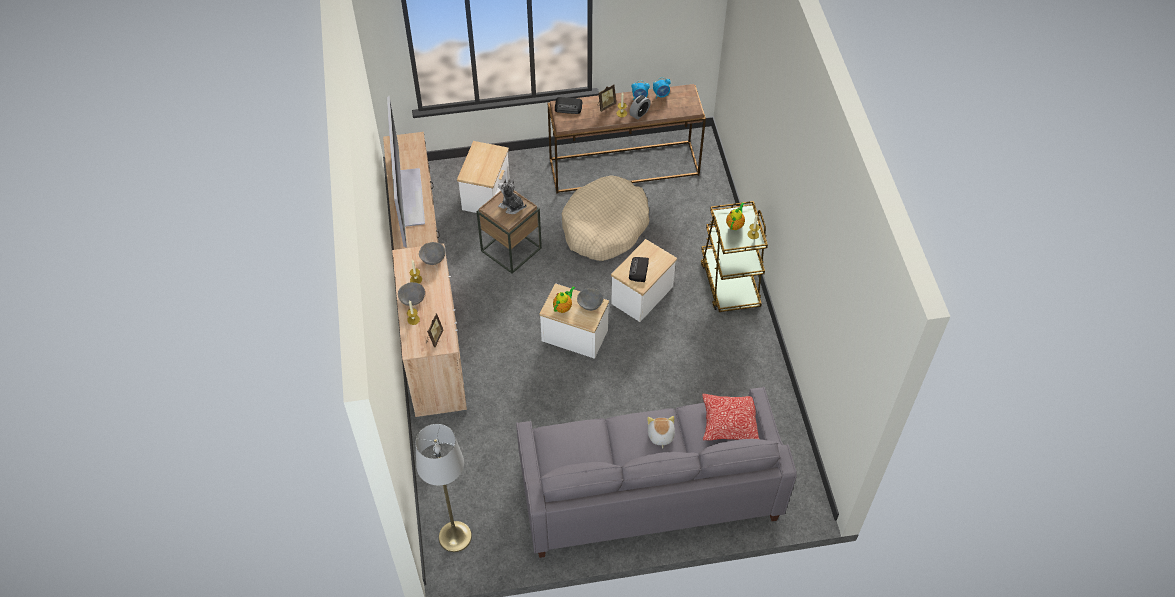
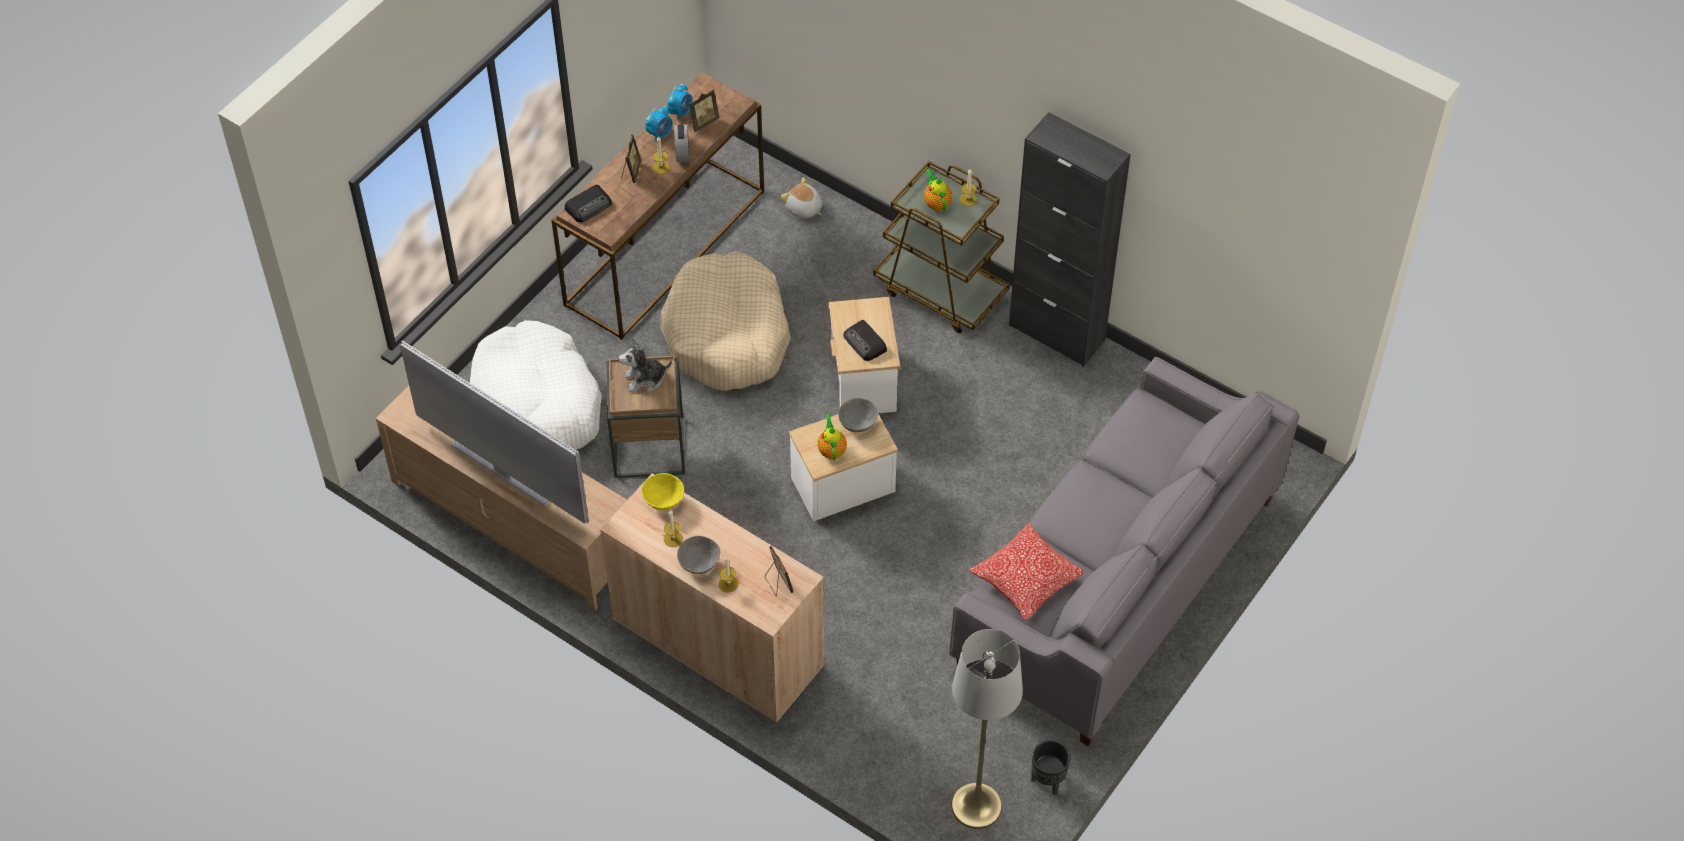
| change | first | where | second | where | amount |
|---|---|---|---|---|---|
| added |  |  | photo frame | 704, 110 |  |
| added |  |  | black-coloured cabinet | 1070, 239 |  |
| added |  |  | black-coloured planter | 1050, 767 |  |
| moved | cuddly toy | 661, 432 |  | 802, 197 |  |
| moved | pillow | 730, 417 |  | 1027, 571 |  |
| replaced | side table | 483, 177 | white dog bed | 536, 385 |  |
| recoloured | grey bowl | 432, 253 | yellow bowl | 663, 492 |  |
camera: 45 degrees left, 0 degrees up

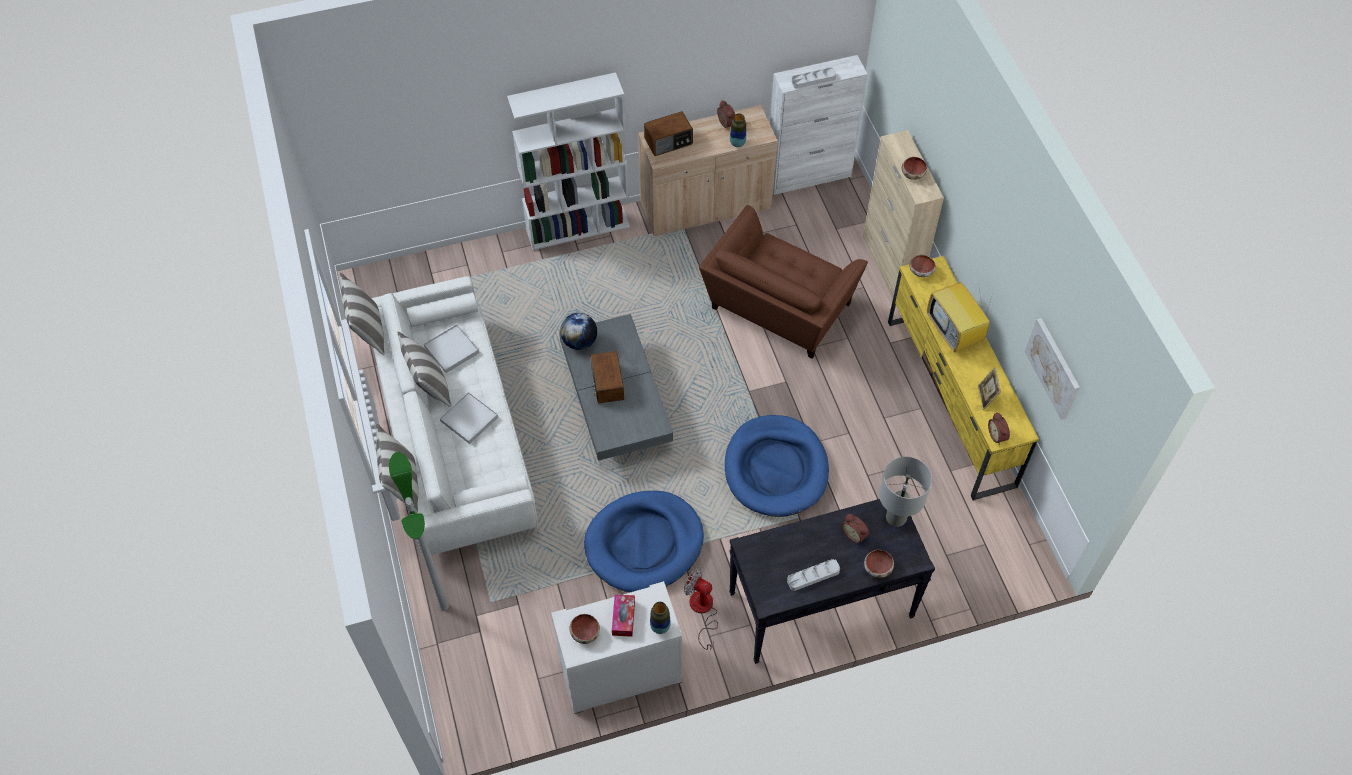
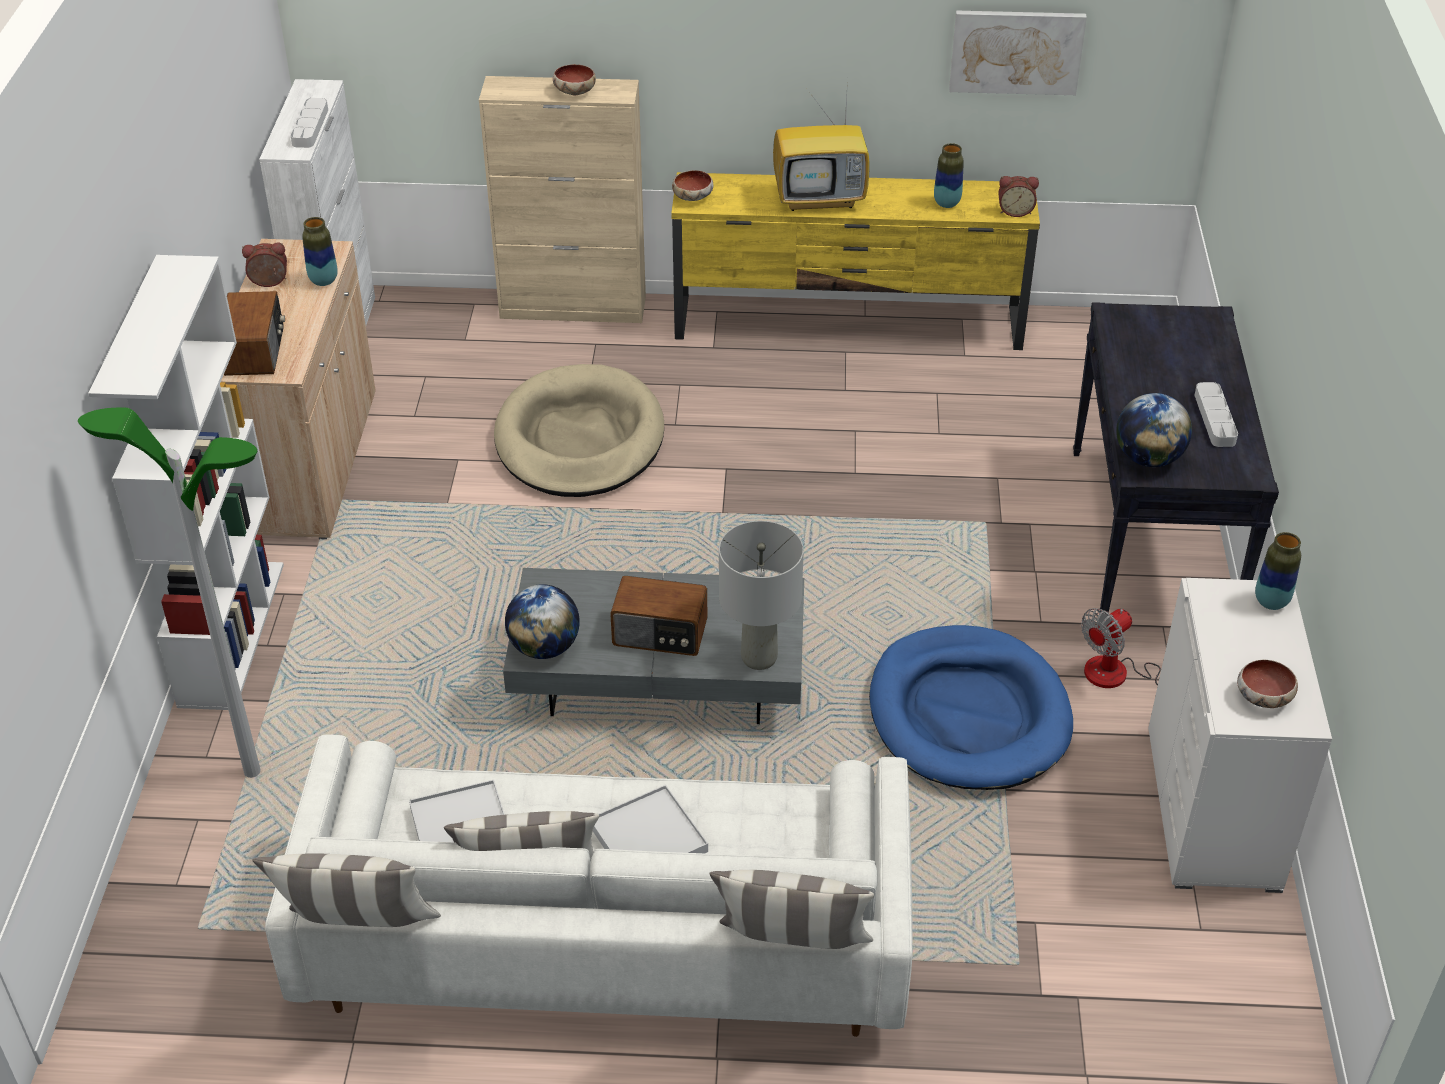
| change | first | where | second | where | amount |
|---|---|---|---|---|---|
| removed | box of tissues | 623, 615 |  |  |  |
| removed | bluish dog bed | 777, 466 |  |  |  |
| removed | alarm clock | 855, 528 |  |  |  |
| removed | bowl | 879, 564 |  |  |  |
| added |  |  | world globe | 1154, 430 |  |
| moved | floor lamp | 419, 531 |  | 169, 593 |  |
| moved | grey tabletop lamp | 905, 491 |  | 761, 595 |  |
| replaced | brownish armchair | 783, 282 | beige dog bed | 579, 430 |  |
| replaced | photo frame | 989, 388 | decorative vase | 949, 175 |  |
camera: 70 degrees left, 15 degrees down

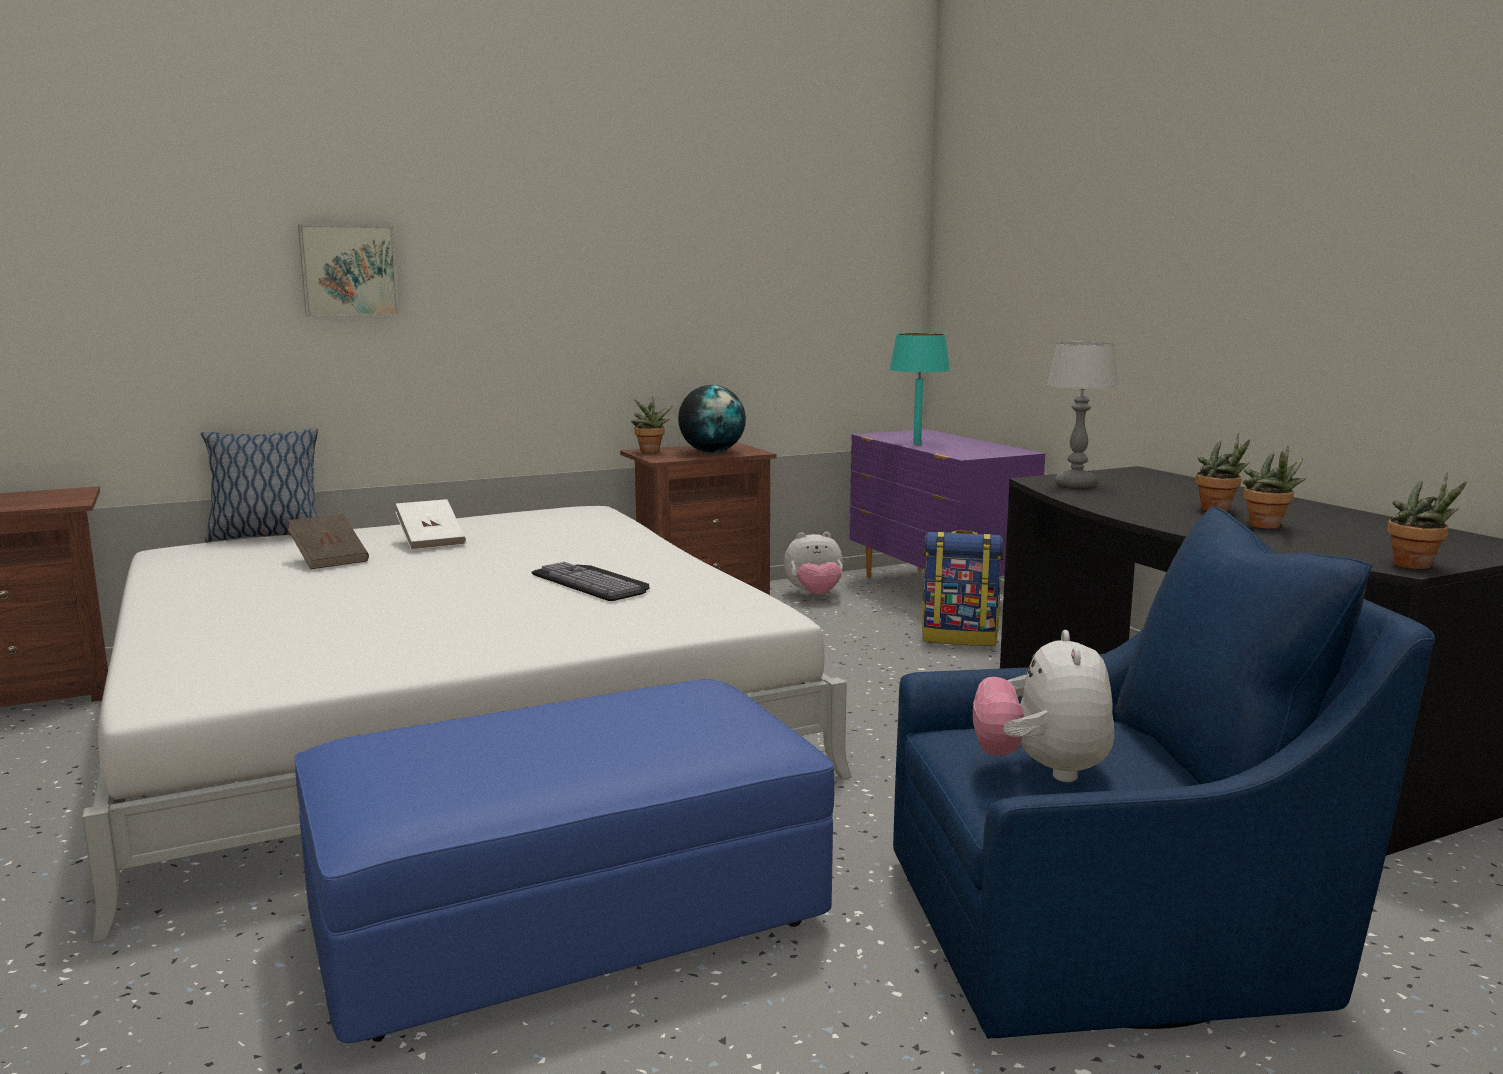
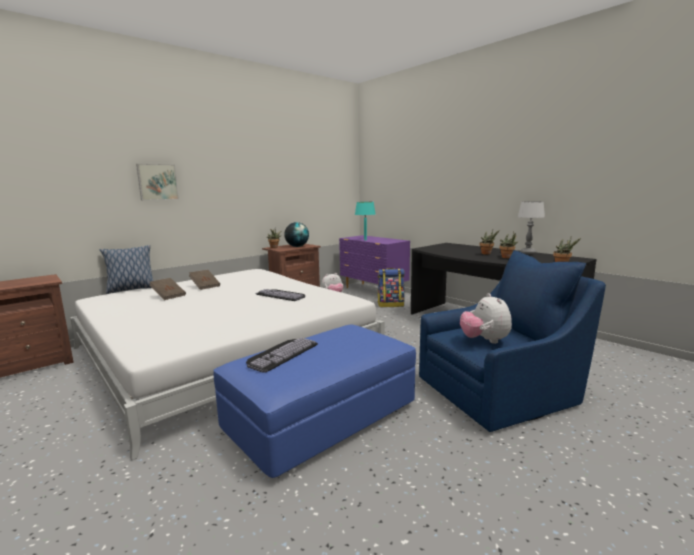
| change | first | where | second | where | amount |
|---|---|---|---|---|---|
| added |  |  | computer keyboard | 282, 355 |  |
| moved | tabletop lamp | 1083, 415 |  | 531, 227 |  |
| recoloured | white book | 430, 524 | brownish book | 204, 280 |  |
camera: 15 degrees left, 0 degrees up

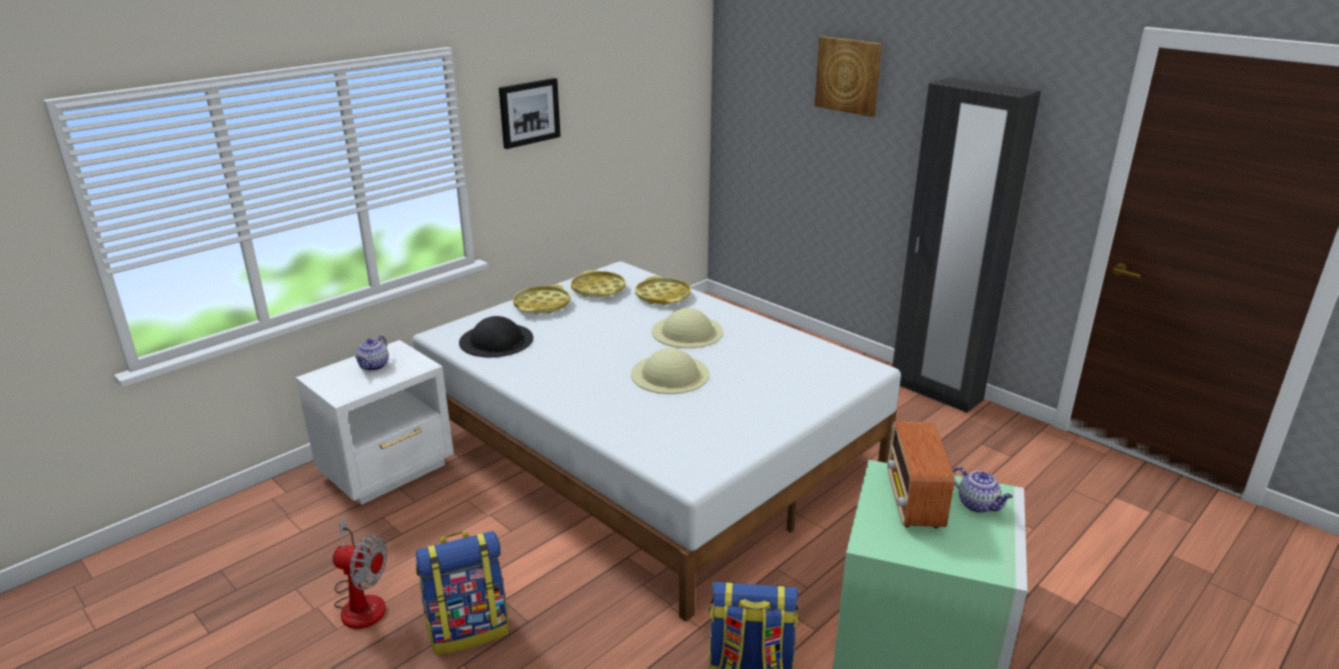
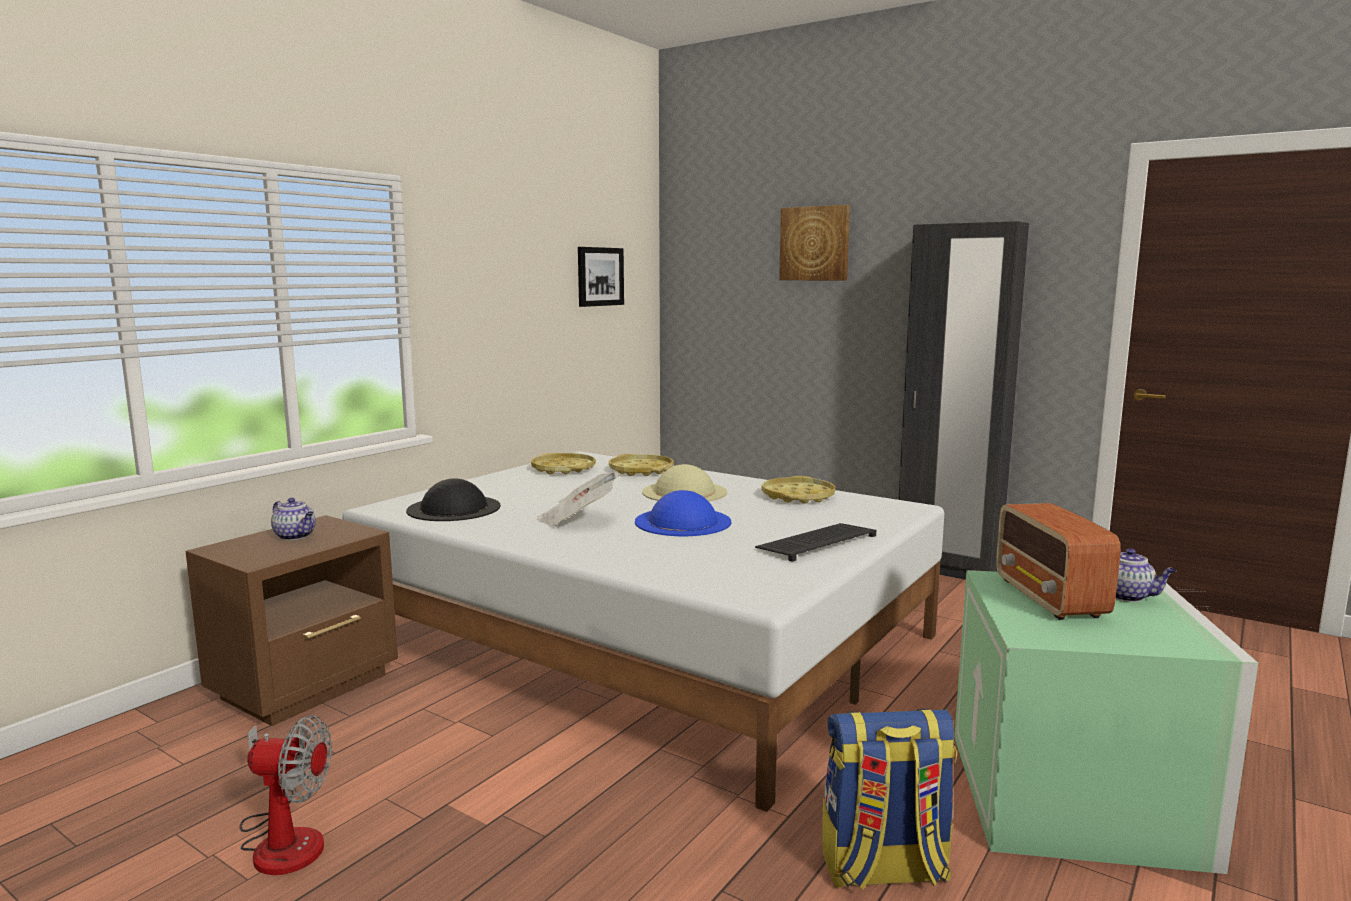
| change | first | where | second | where | amount |
|---|---|---|---|---|---|
| removed | backpack | 462, 593 |  |  |  |
| added |  |  | daily paper | 578, 499 |  |
| added |  |  | computer keyboard | 816, 542 |  |
| moved | wall art | 530, 113 |  | 601, 277 |  |
| moved | yellow tray | 542, 299 |  | 798, 490 |  |
| recoloured | white bedside table | 375, 422 | brownish bedside table | 291, 620 |  |
| recoloured | beige wearable hat | 670, 371 | bluish wearable hat | 683, 513 |  |
| turned | tea pot | 372, 353 |  | 293, 519 | 60 degrees counterclockwise |
camera: 10 degrees left, 15 degrees down

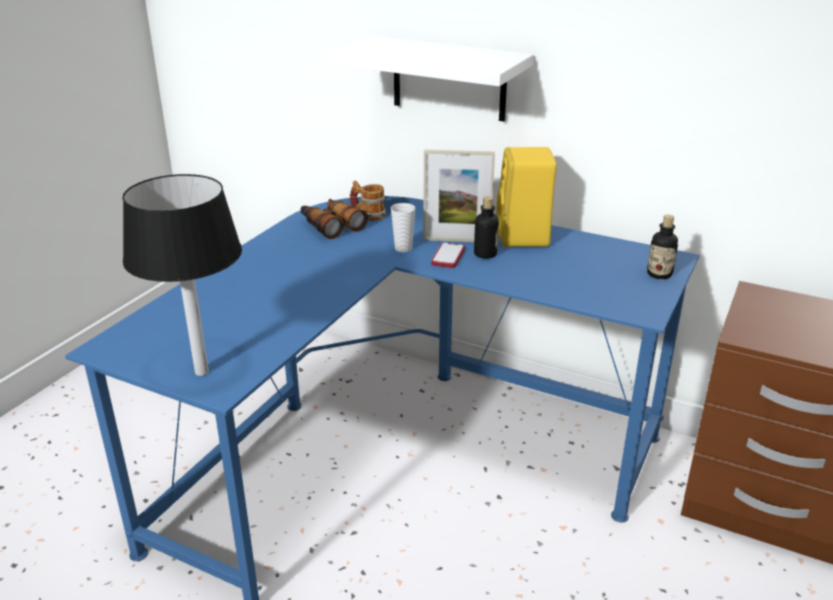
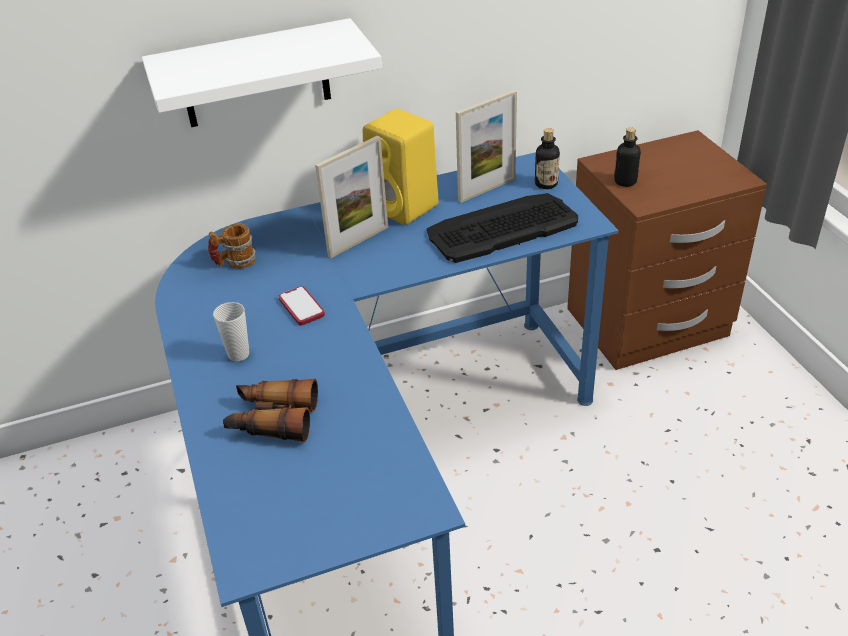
| change | first | where | second | where | amount |
|---|---|---|---|---|---|
| removed | black-coloured tabletop lamp | 182, 275 |  |  |  |
| added |  |  | computer keyboard | 502, 228 |  |
| added |  |  | photo frame | 486, 146 |  |
| moved | binoculars | 334, 219 |  | 270, 410 |  |
| moved | cup | 403, 227 |  | 231, 332 |  |
| moved | phone | 448, 255 |  | 301, 305 |  |
| moved | drink bottle | 486, 228 |  | 627, 157 |  |
camera: 45 degrees left, 10 degrees up

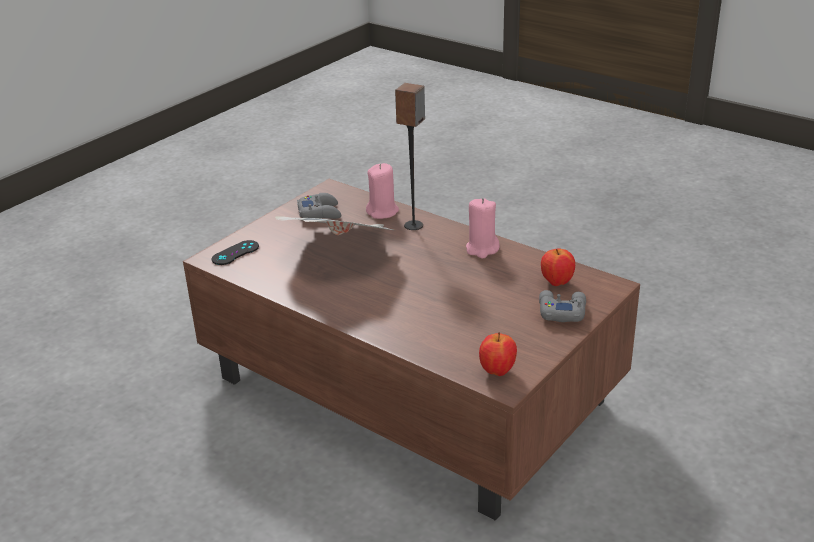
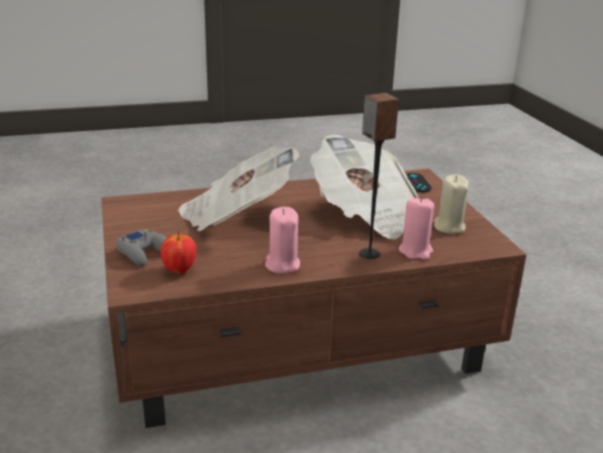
| change | first | where | second | where | amount |
|---|---|---|---|---|---|
| removed | apple fruit | 498, 354 |  |  |  |
| added |  |  | daily paper | 239, 188 |  |
| replaced | grey game controller | 319, 206 | beige wax candle | 451, 204 |  |
camera: 125 degrees right, 5 degrees down

